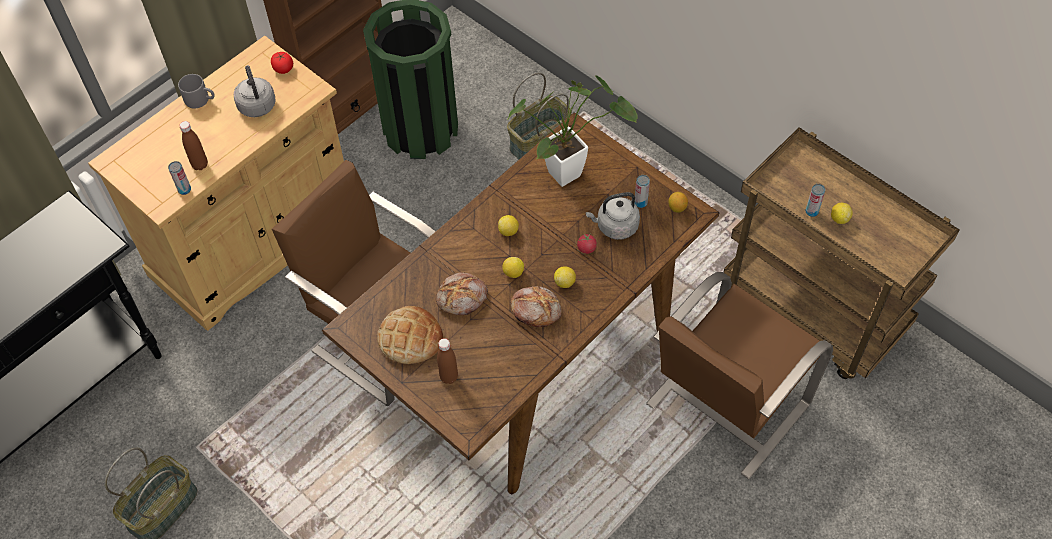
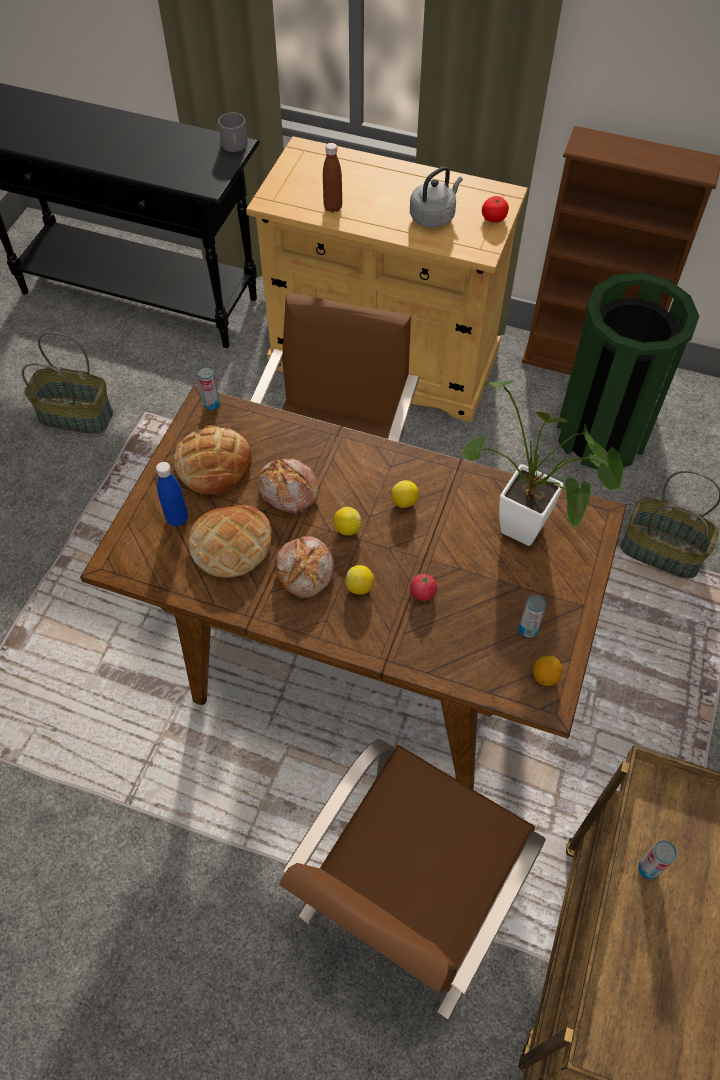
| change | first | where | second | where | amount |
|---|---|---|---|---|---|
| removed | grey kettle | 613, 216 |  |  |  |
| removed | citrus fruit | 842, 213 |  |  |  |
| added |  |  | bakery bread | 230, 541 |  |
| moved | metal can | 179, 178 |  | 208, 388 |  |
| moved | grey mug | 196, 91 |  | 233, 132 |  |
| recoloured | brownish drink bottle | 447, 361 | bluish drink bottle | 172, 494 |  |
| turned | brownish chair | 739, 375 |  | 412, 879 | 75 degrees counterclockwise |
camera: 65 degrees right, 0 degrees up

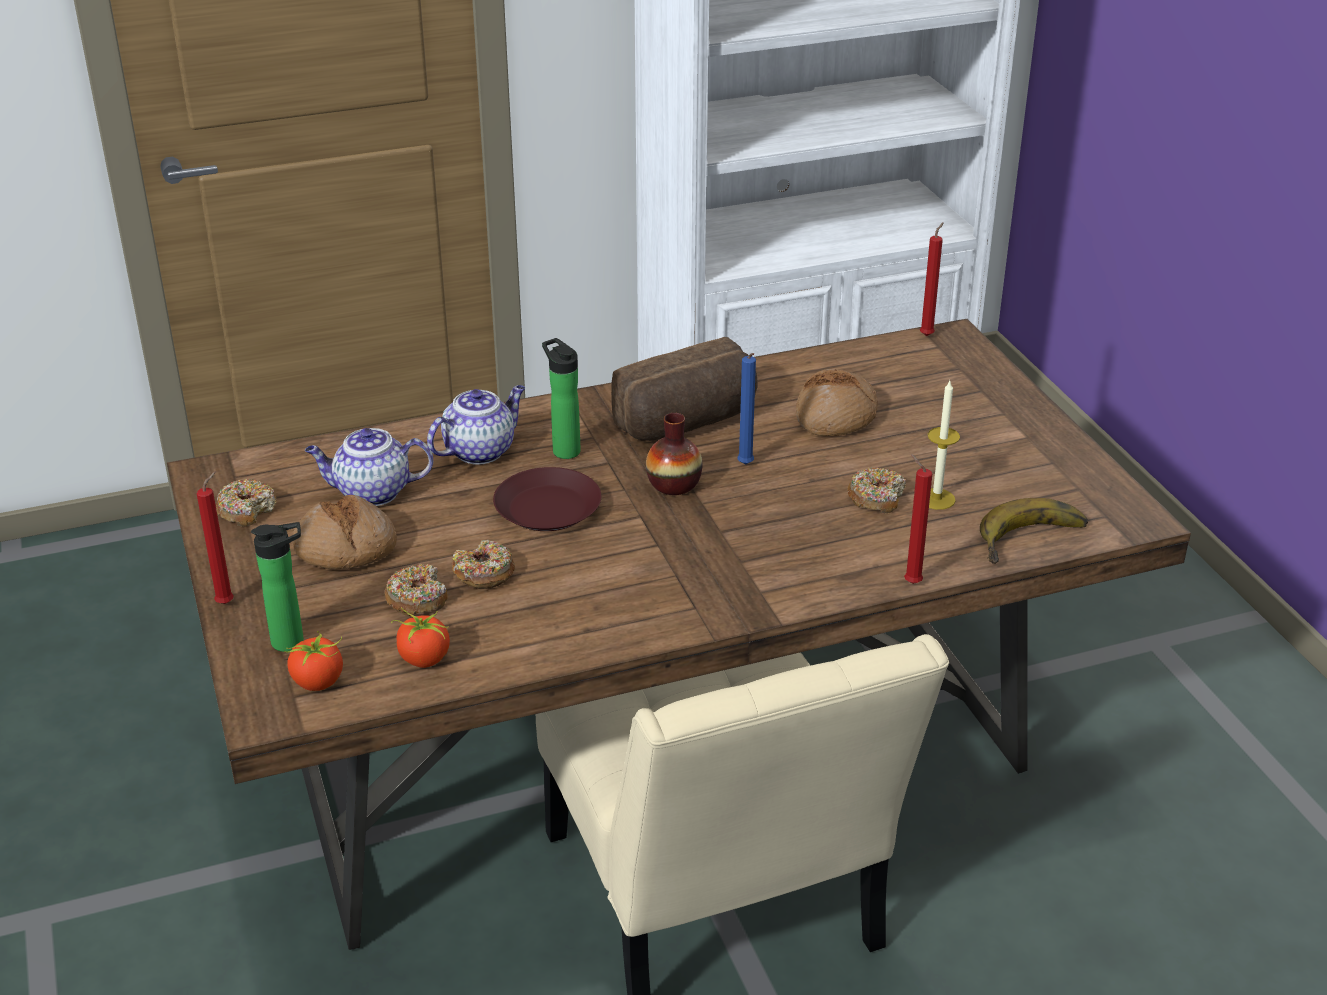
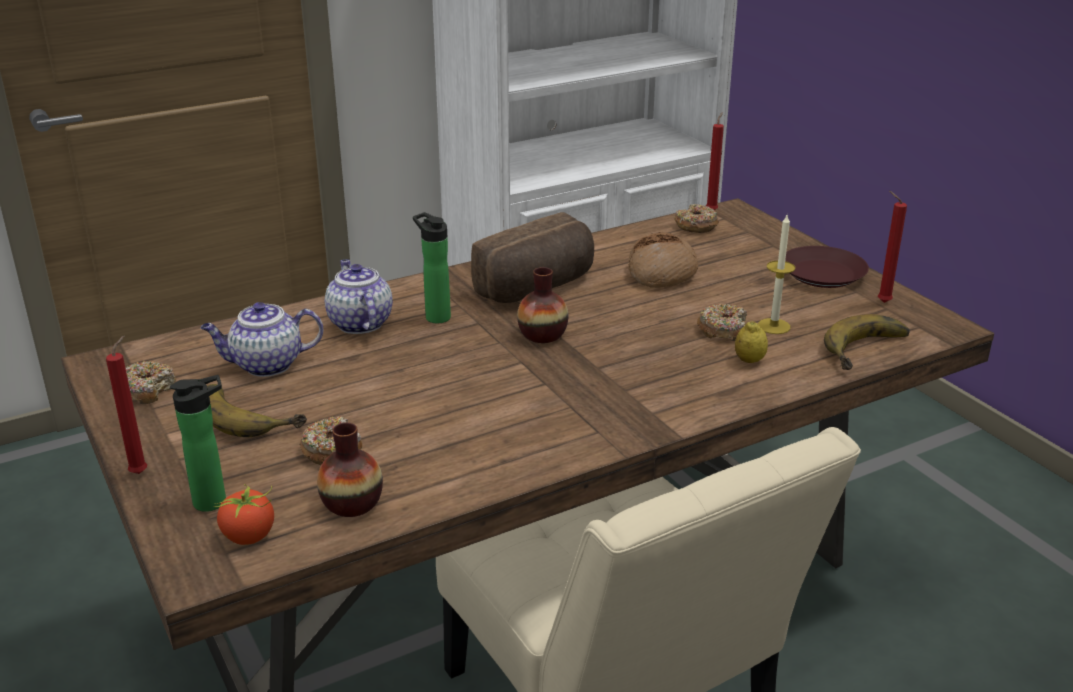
| change | first | where | second | where | amount |
|---|---|---|---|---|---|
| removed | bluish wax candle | 746, 409 |  |  |  |
| added |  |  | citrus fruit | 751, 342 |  |
| moved | ring doughnut | 483, 564 |  | 696, 218 |  |
| moved | brownish flat dish | 547, 499 |  | 827, 267 |  |
| moved | red-coloured wax candle | 918, 519 |  | 892, 247 |  |
| replaced | bakery bread | 345, 532 | banana | 257, 410 |  |
| replaced | whole tomato | 420, 637 | decorative vase | 350, 469 |  |
| turned | tea pot | 476, 425 |  | 359, 296 | 60 degrees counterclockwise |
camera: 10 degrees left, 5 degrees down

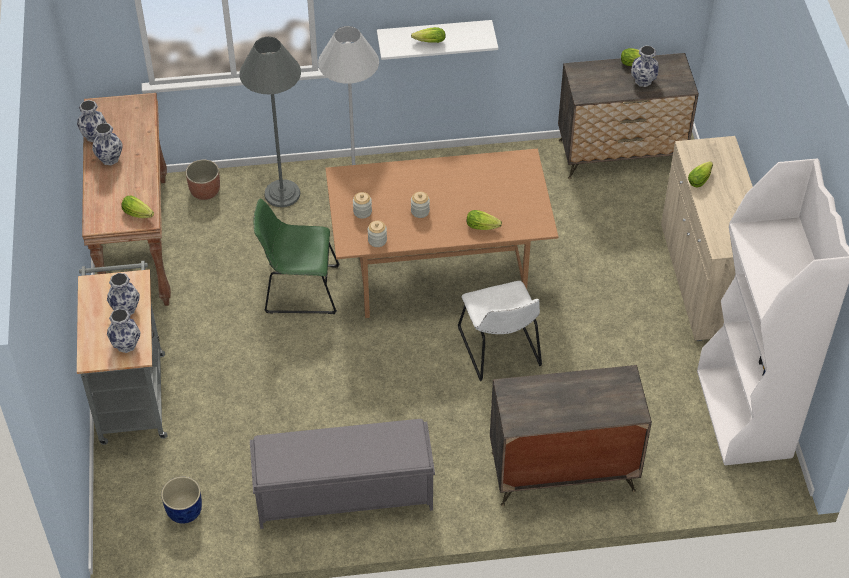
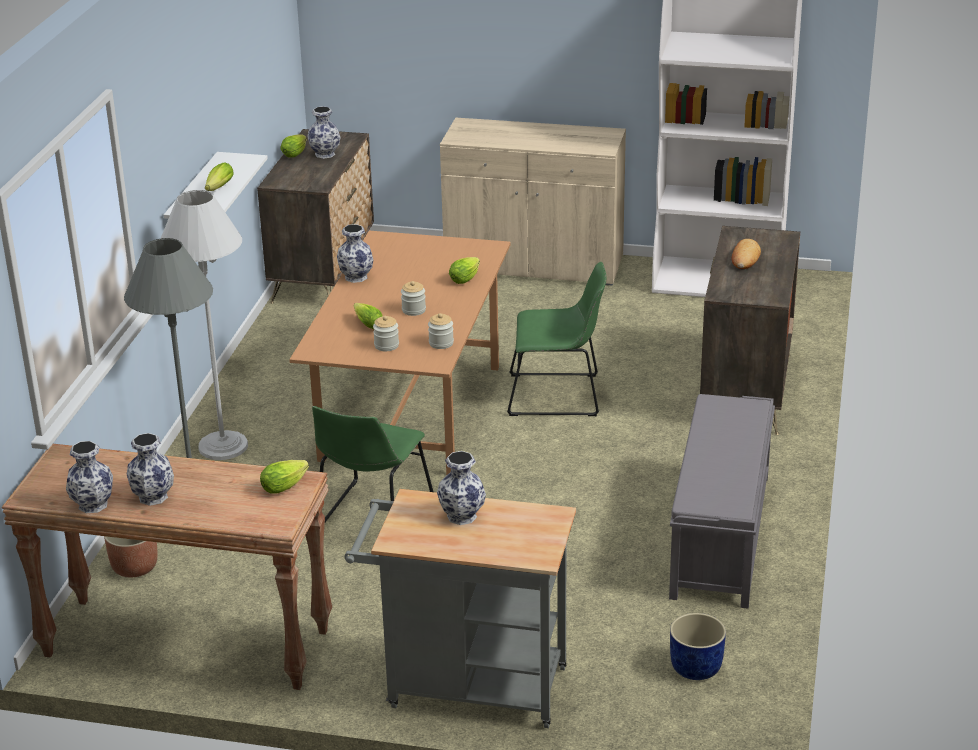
| change | first | where | second | where | amount |
|---|---|---|---|---|---|
| added |  |  | bakery bread | 746, 254 |  |
| moved | decorative vase | 124, 331 |  | 355, 253 |  |
| moved | head of lettuce | 700, 174 |  | 368, 316 |  |
| recoloured | white chair | 500, 331 | green-coloured chair | 556, 339 |  |
camera: 70 degrees left, 20 degrees down

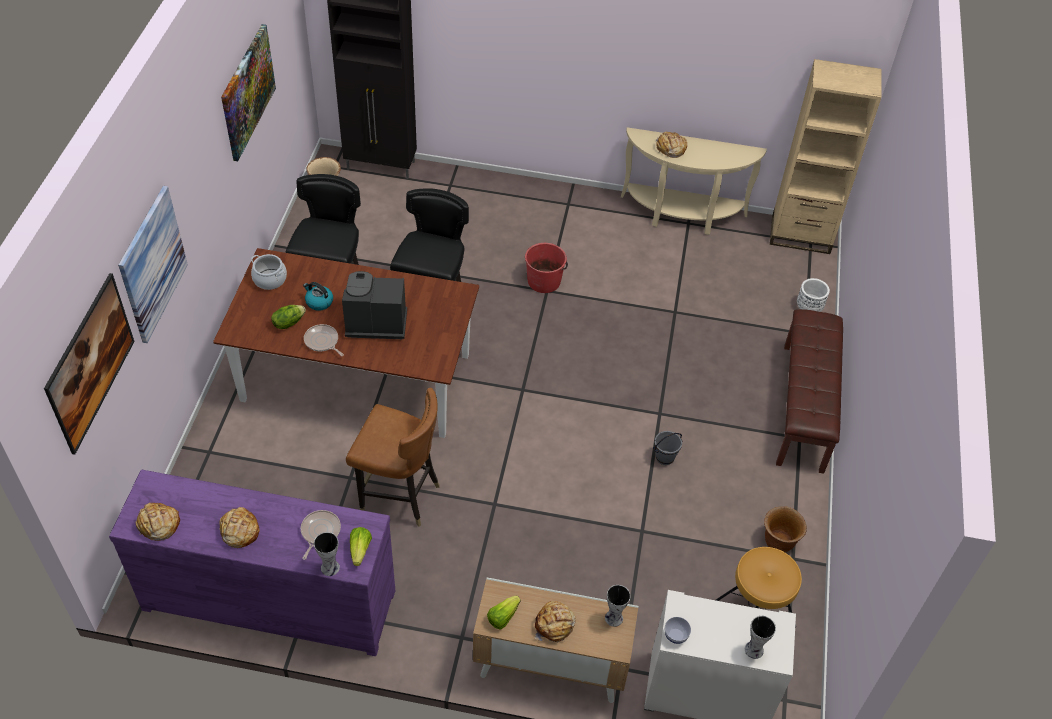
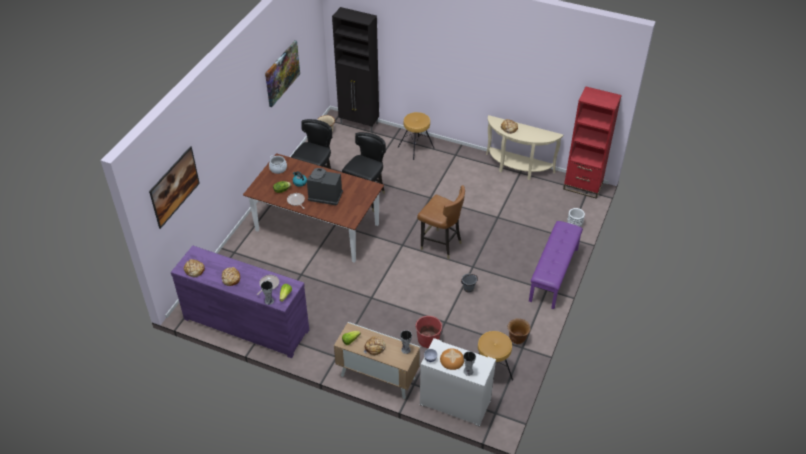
| change | first | where | second | where | amount |
|---|---|---|---|---|---|
| removed | wall art | 153, 264 |  |  |  |
| added |  |  | brownish stool | 416, 136 |  |
| added |  |  | bakery bread | 452, 359 |  |
| moved | brownish chair | 393, 457 |  | 441, 222 |  |
| moved | red-coloured bucket | 546, 268 |  | 429, 332 |  |
| recoloured | beige shelving unit | 826, 156 | red-coloured shelving unit | 592, 142 |  |
| recoloured | brownish indoor bench | 809, 391 | purple indoor bench | 556, 265 |  |
camera: 15 degrees right, 5 degrees down

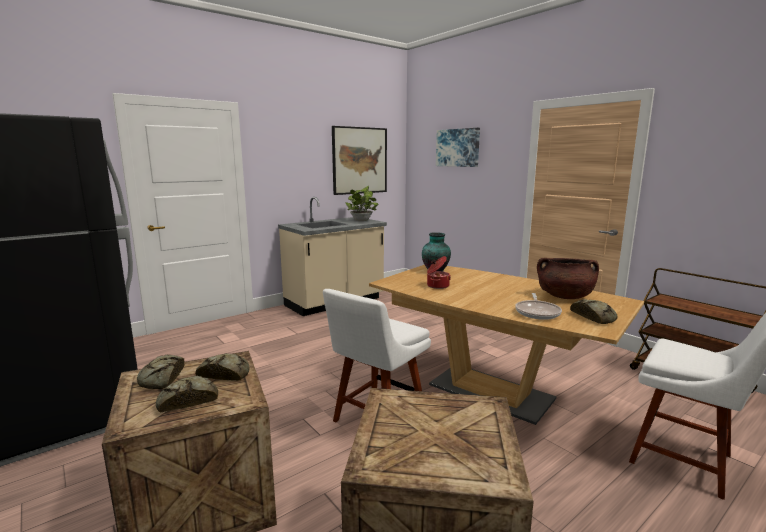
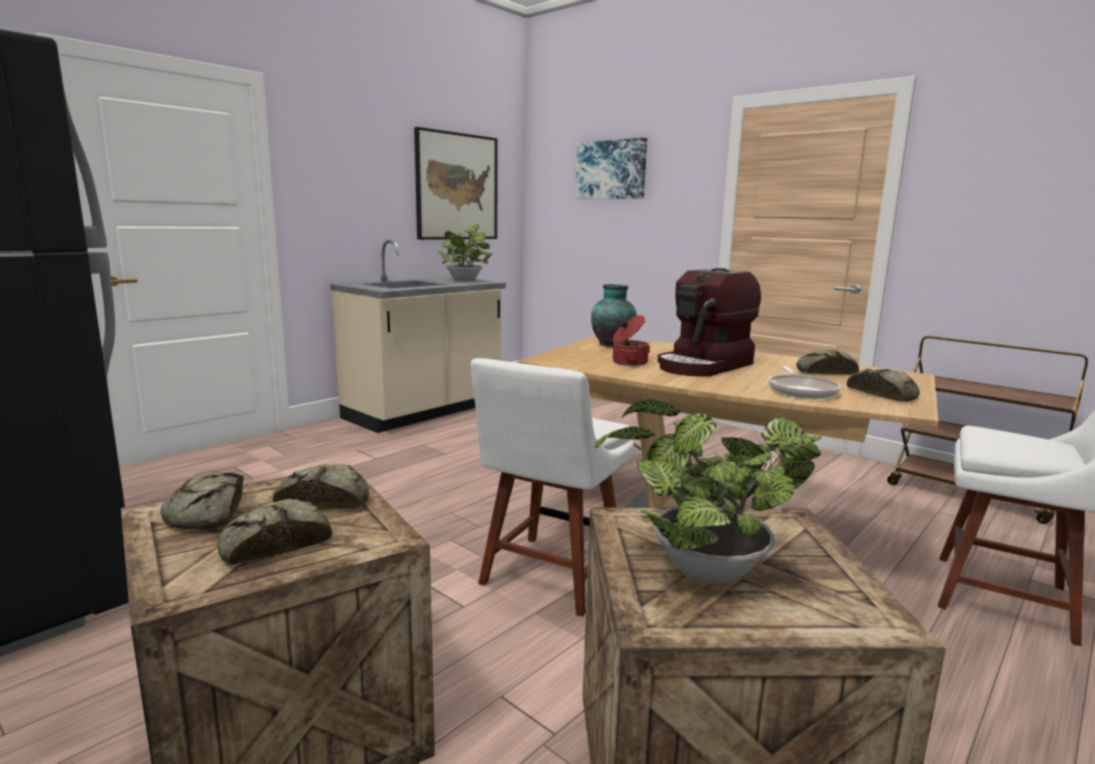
| change | first | where | second | where | amount |
|---|---|---|---|---|---|
| added |  |  | potted plant | 708, 492 |  |
| added |  |  | coffee brewer | 709, 322 |  |
| replaced | brownish saucepot | 568, 278 | bakery bread | 827, 362 |  |
camera: 10 degrees left, 0 degrees up

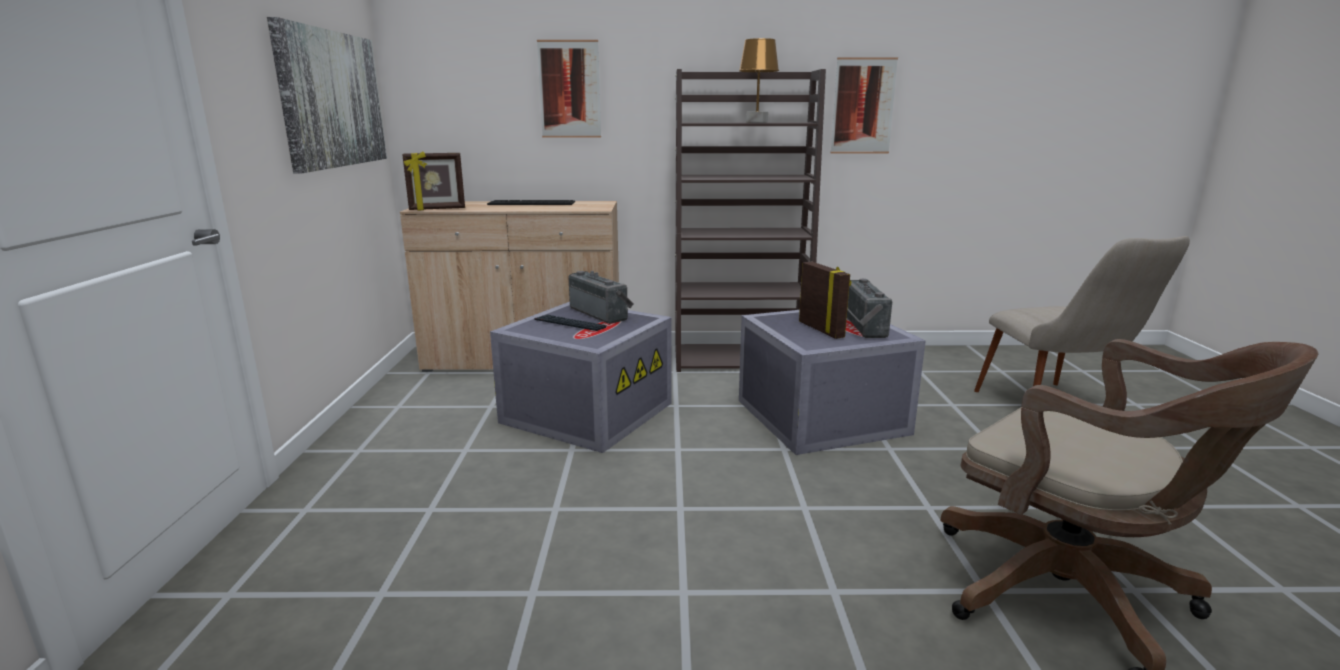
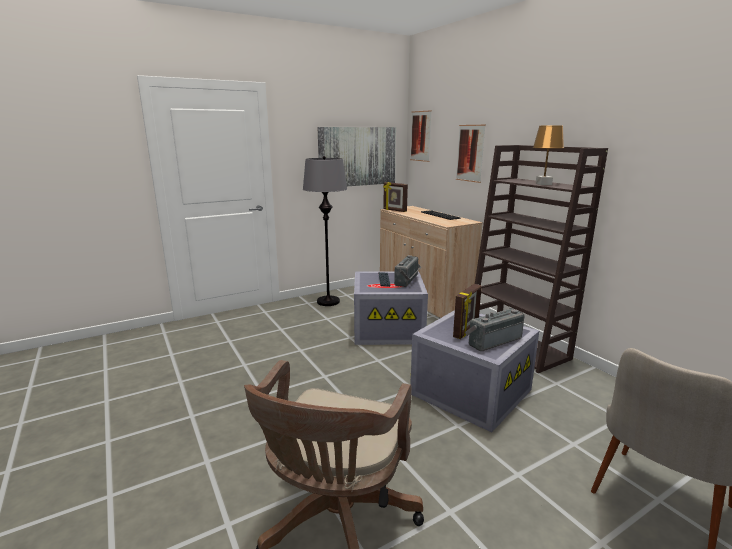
| change | first | where | second | where | amount |
|---|---|---|---|---|---|
| added |  |  | grey floor lamp | 325, 231 |  |
| moved | wall art | 864, 105 |  | 421, 136 |  |
camera: 60 degrees right, 0 degrees up

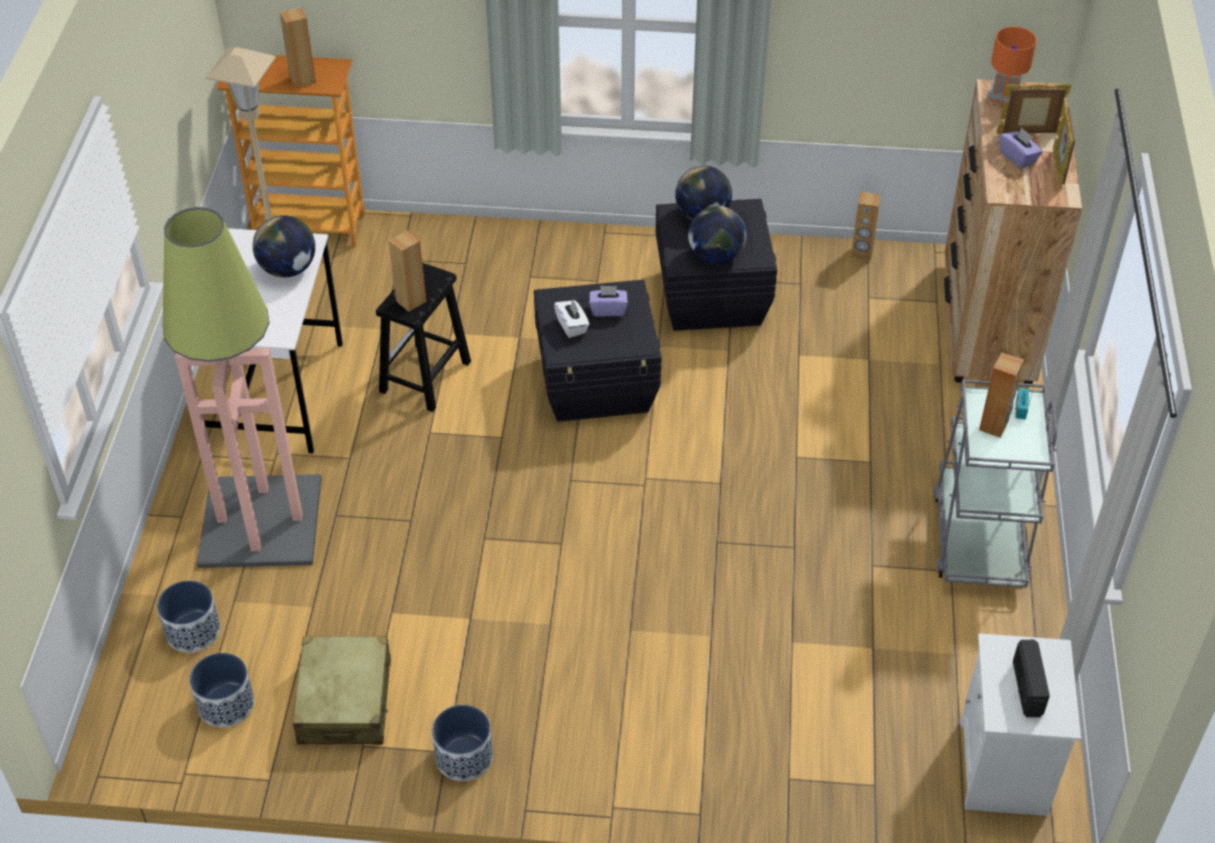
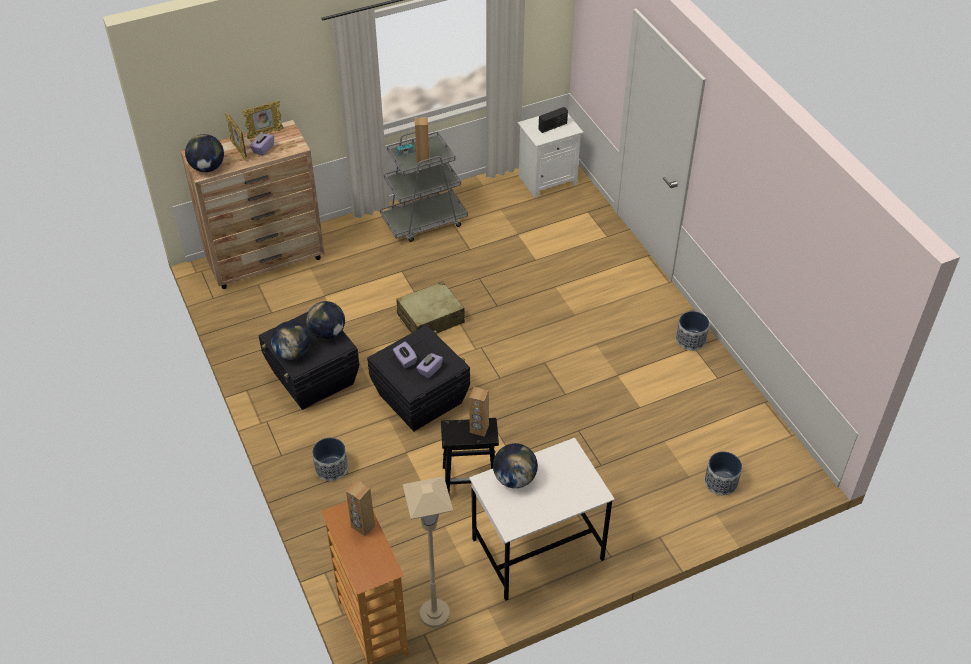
| change | first | where | second | where | amount |
|---|---|---|---|---|---|
| removed | floor lamp | 242, 387 |  |  |  |
| removed | brownish audio speaker | 866, 226 |  |  |  |
| moved | planter | 222, 690 |  | 330, 459 |  |
| moved | beige travel case | 342, 690 |  | 431, 307 |  |
| replaced | orangey tabletop lamp | 1011, 65 | world globe | 204, 153 |  |
| recoloured | white box of tissues | 572, 319 | purple box of tissues | 429, 365 |  |
camera: 120 degrees left, 0 degrees up

